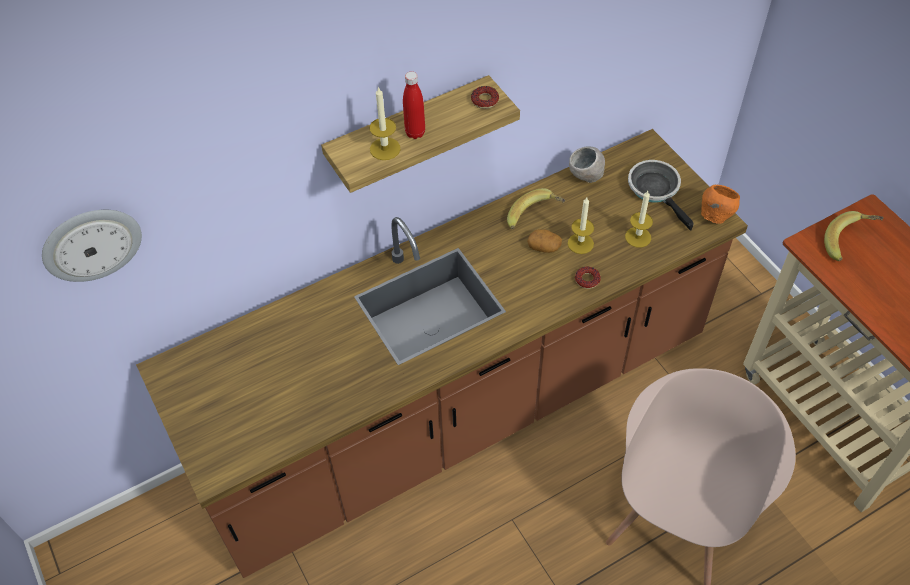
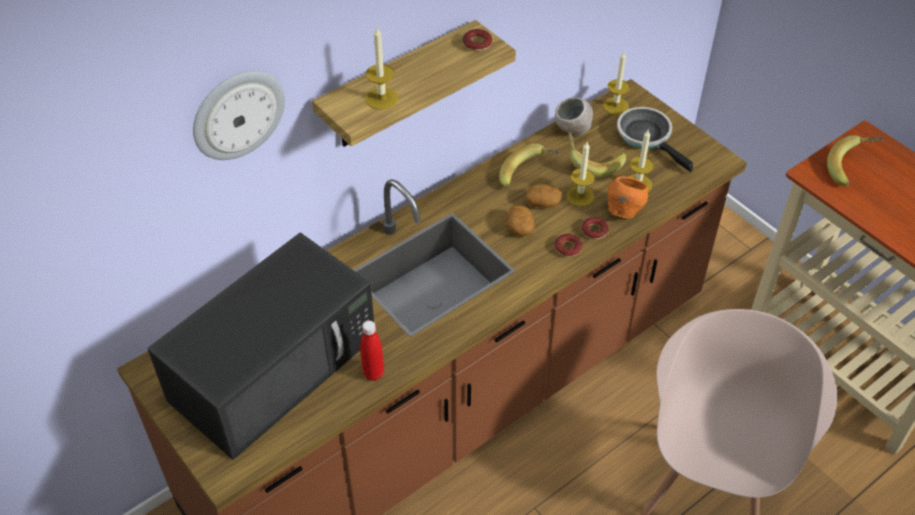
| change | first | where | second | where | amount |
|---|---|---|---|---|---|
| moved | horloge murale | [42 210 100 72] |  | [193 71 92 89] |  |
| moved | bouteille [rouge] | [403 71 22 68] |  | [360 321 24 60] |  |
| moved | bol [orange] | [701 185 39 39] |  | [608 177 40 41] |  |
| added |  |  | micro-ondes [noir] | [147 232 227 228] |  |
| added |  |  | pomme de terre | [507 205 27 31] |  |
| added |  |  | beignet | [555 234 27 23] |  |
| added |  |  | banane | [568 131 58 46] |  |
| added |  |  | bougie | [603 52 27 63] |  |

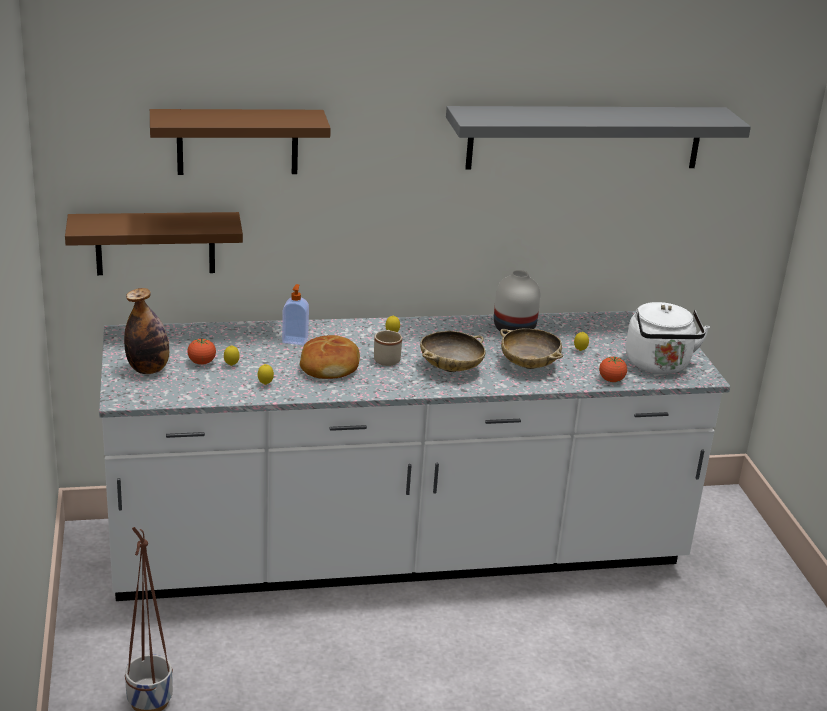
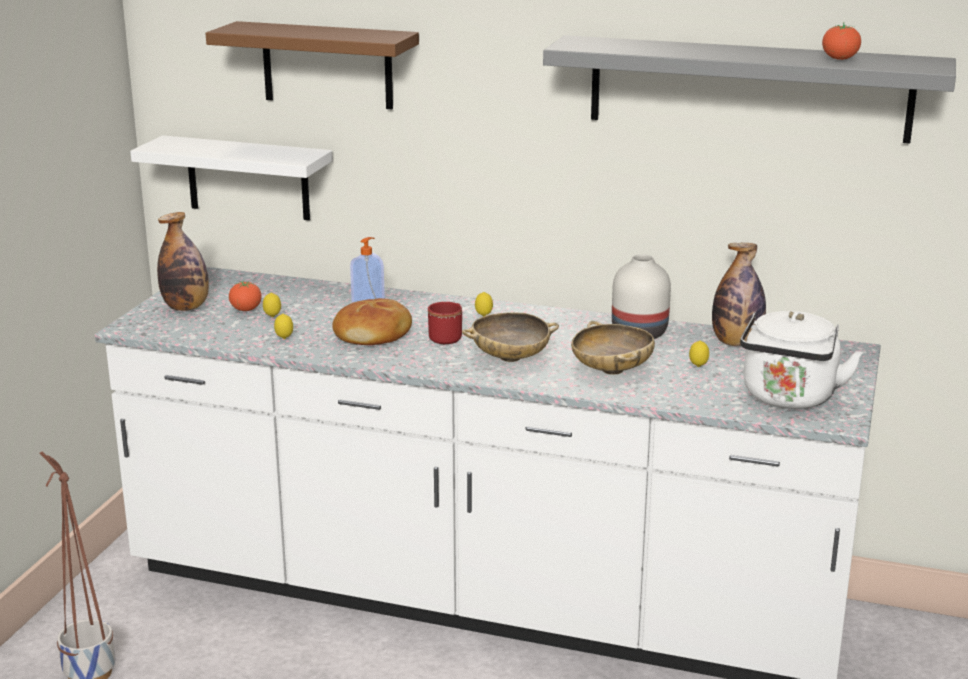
| change | first | where | second | where | amount |
|---|---|---|---|---|---|
| recoloured | étagère [marron] | [65 212 178 63] | étagère [blanc] | [130 135 203 85] |  |
| recoloured | mug [beige] | [374 330 28 36] | mug [rouge] | [428 302 34 42] |  |
| moved | tomate | [599 357 28 25] |  | [822 22 39 38] |  |
| added |  |  | bouteille | [712 243 54 103] |  |

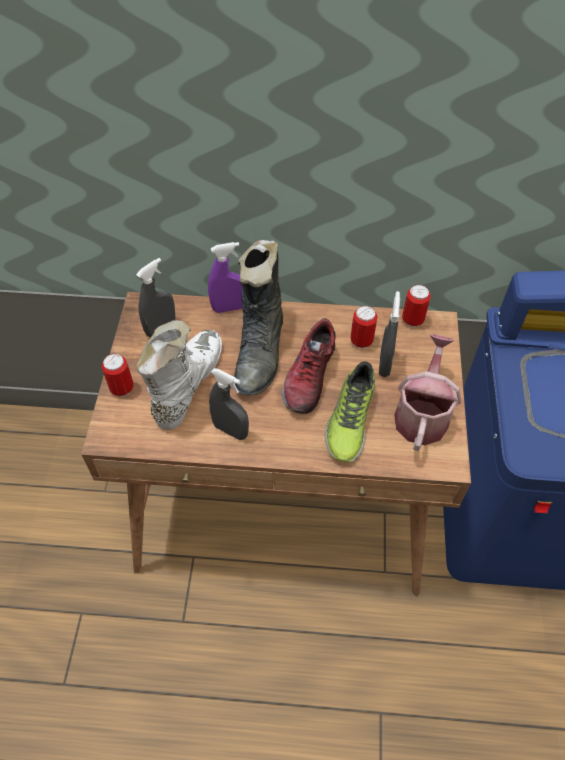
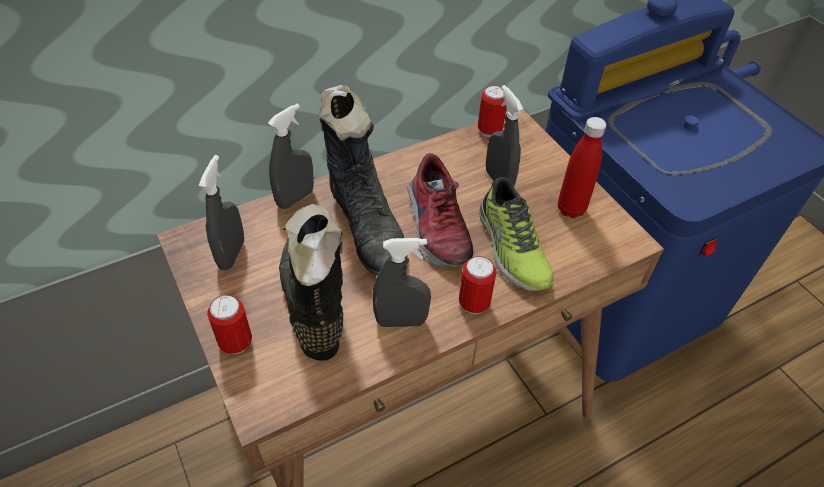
| change | first | where | second | where | amount |
|---|---|---|---|---|---|
| recoloured | botte [blanc] | [136 320 86 110] | botte [noir] | [279 204 64 157] |  |
| recoloured | vaporisateur [violet] | [208 242 35 71] | vaporisateur [gris] | [268 103 46 106] |  |
| moved | boîte métallique | [350 306 27 43] |  | [459 256 37 58] |  |
| replaced | arrosoir | [394 334 68 117] | bouteille [rouge] | [558 117 48 101] |  |

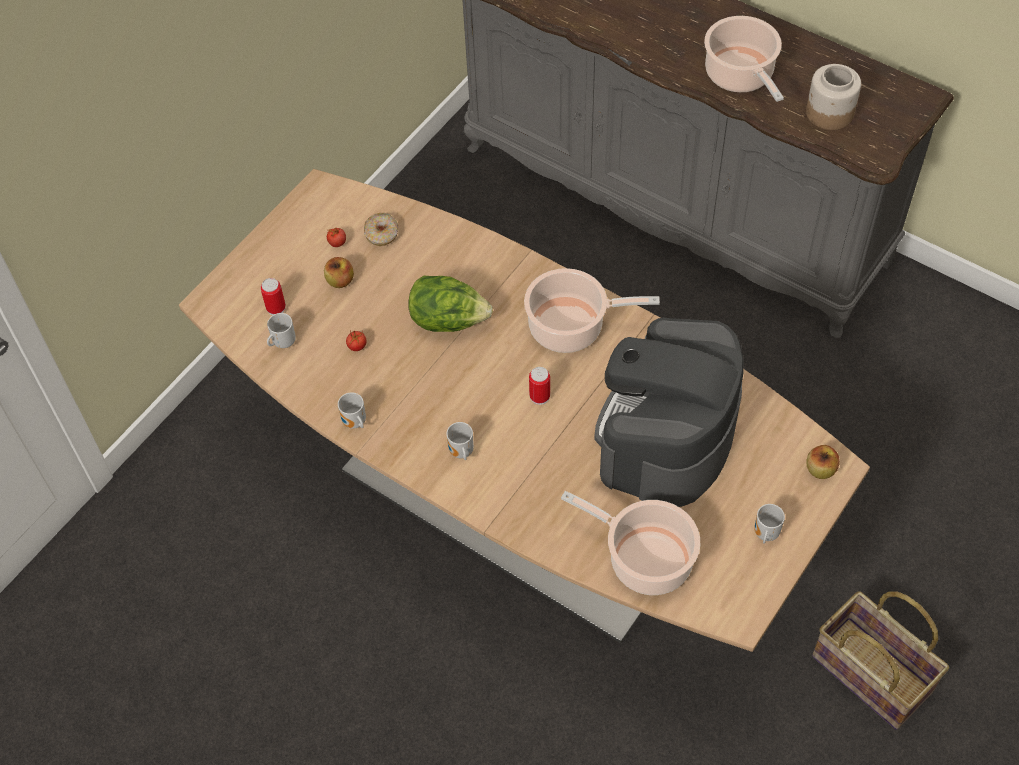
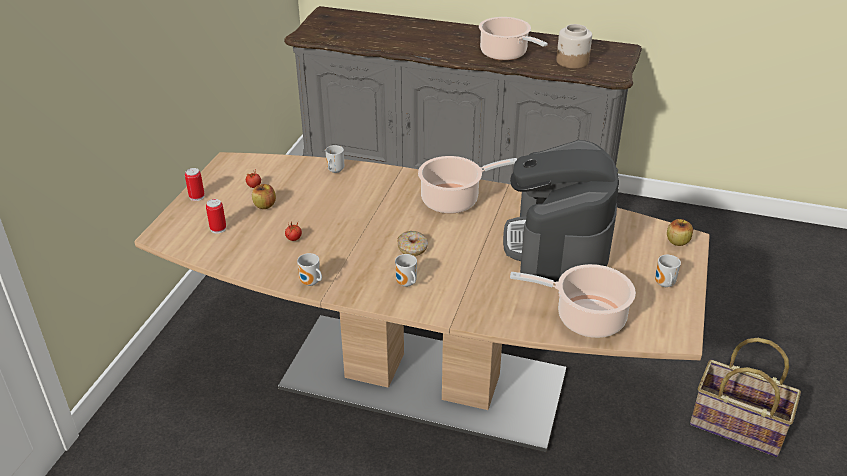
| change | first | where | second | where | amount |
|---|---|---|---|---|---|
| moved | mug | [267 313 29 35] |  | [325 145 19 28] |  |
| moved | beignet | [364 213 34 33] |  | [397 231 31 25] |  |
| removed | laitue | [408 276 85 56] |  |  |  |
| moved | boîte métallique | [529 367 21 38] |  | [185 168 20 33] |  |

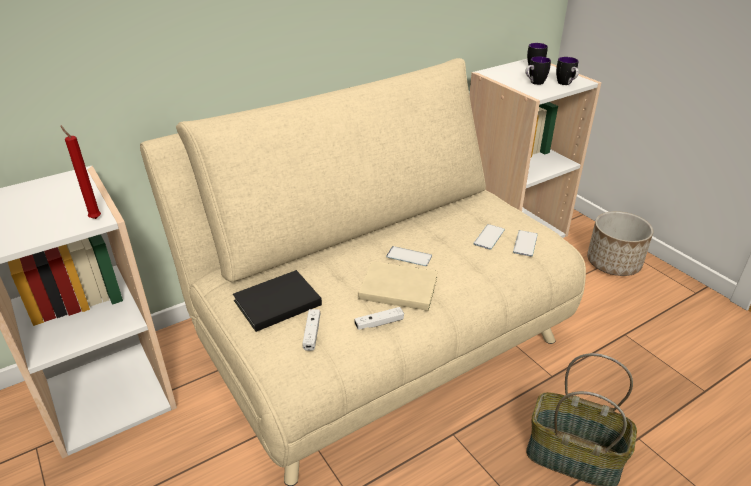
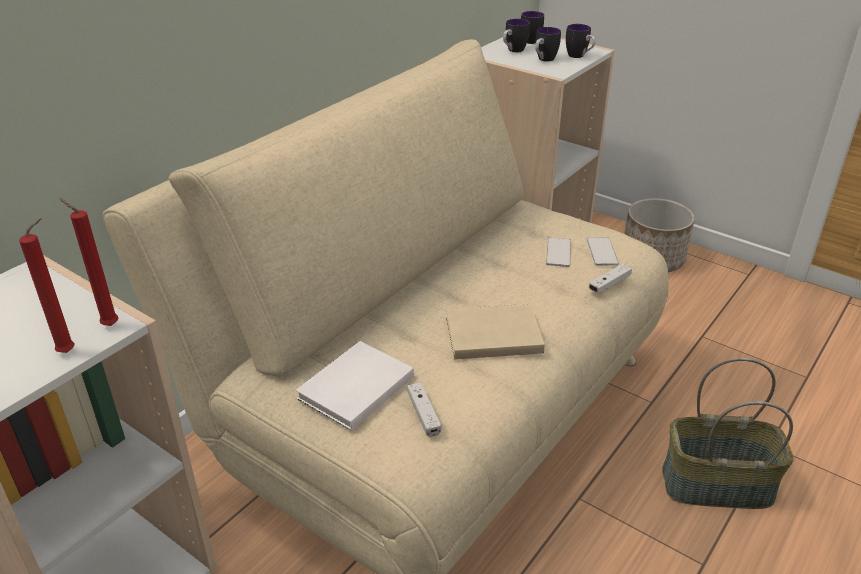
| change | first | where | second | where | amount |
|---|---|---|---|---|---|
| recoloured | livre [noir] | [233 270 89 62] | livre [blanc] | [296 341 118 90] |  |
| moved | manette [blanc] | [355 307 49 23] |  | [589 264 43 29] |  |
| removed | téléphone | [386 246 46 20] |  |  |  |
| added |  |  | bougie [rouge] | [19 218 55 135] |  |
| added |  |  | mug | [503 19 27 33] |  |

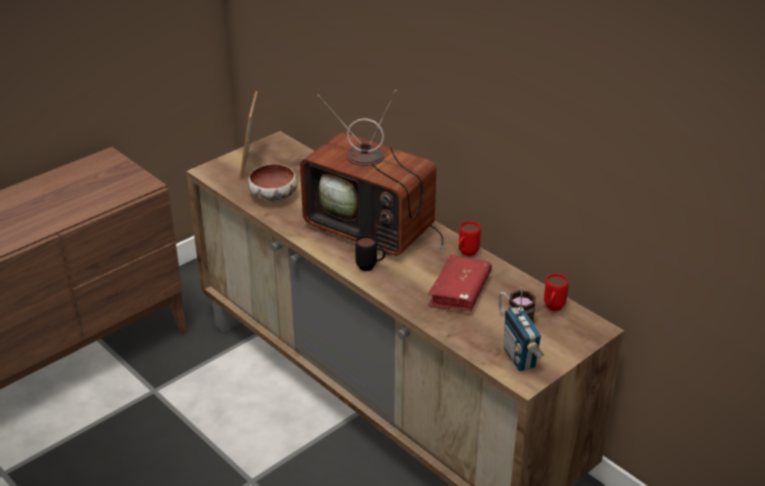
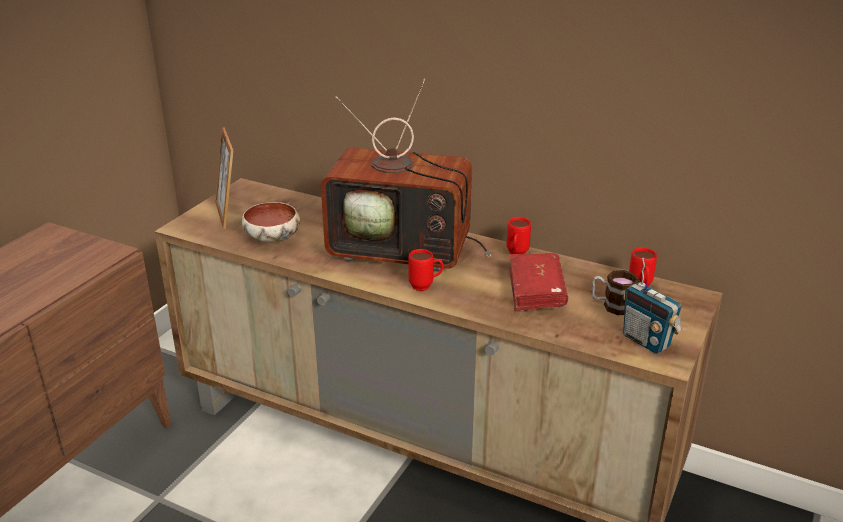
| change | first | where | second | where | amount |
|---|---|---|---|---|---|
| recoloured | mug [noir] | [355 235 30 36] | mug [rouge] | [408 249 36 42] |  |

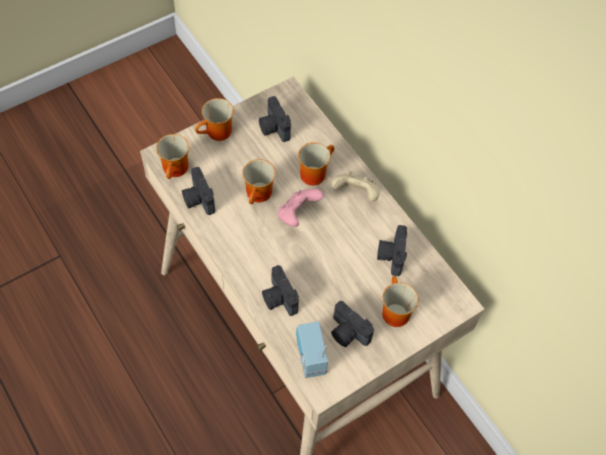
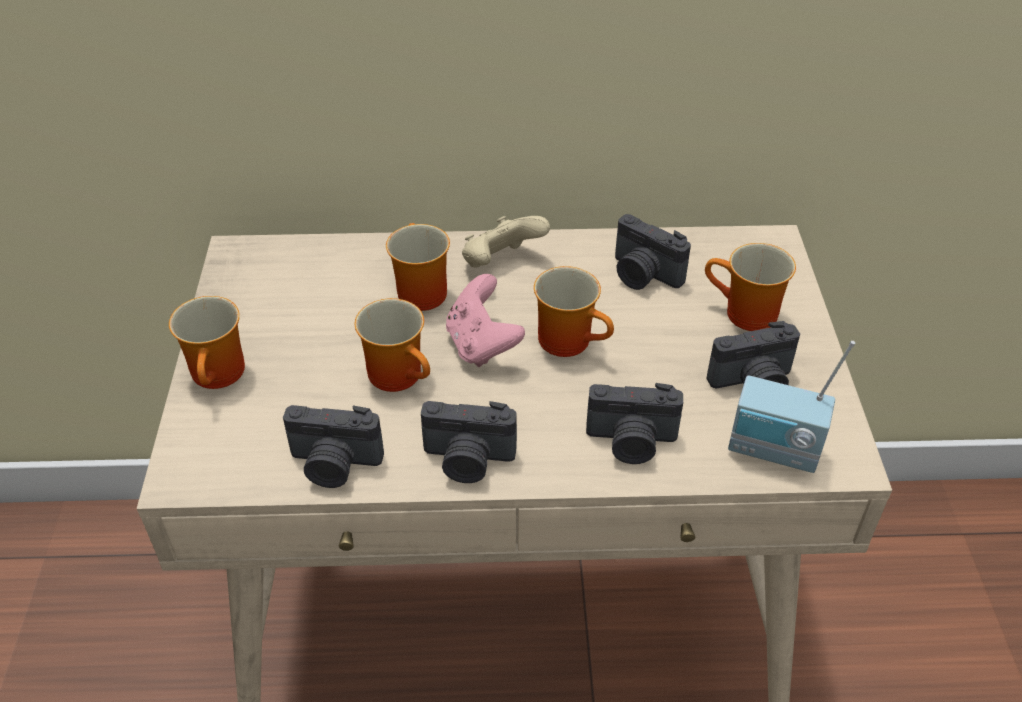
| change | first | where | second | where | amount |
|---|---|---|---|---|---|
| moved | mug | [156 134 33 45] |  | [534 266 80 91] |  |
| moved | appareil photo | [259 96 32 46] |  | [421 401 96 82] |  |

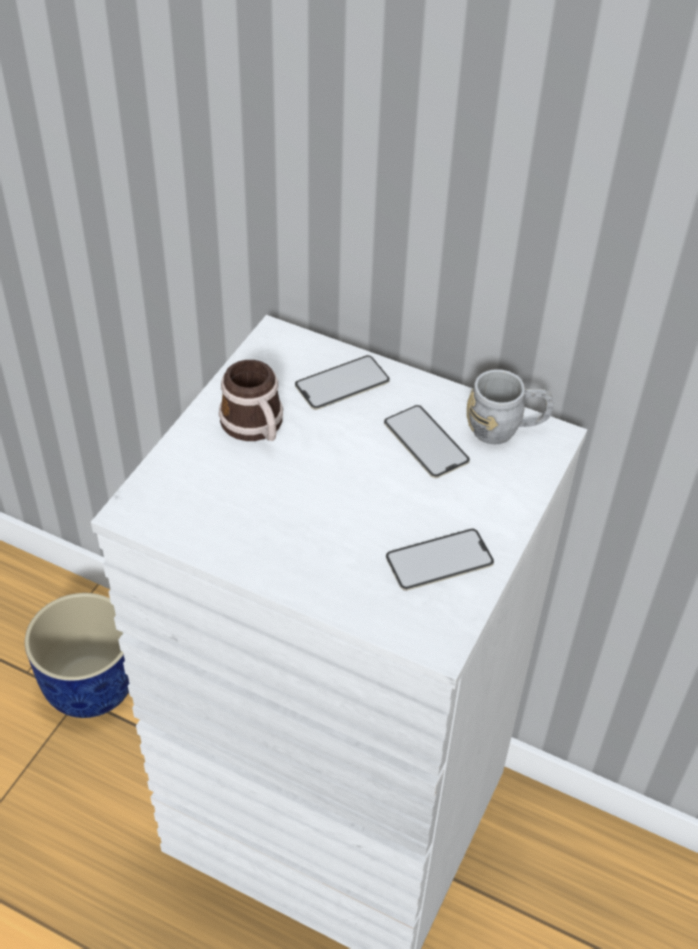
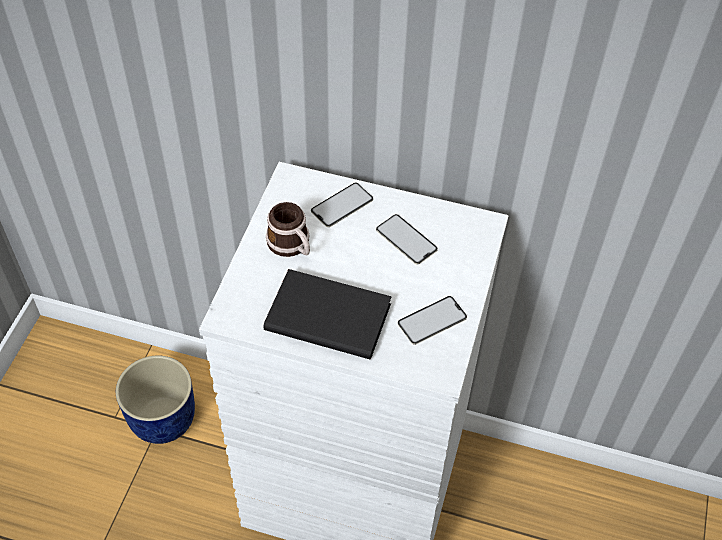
| change | first | where | second | where | amount |
|---|---|---|---|---|---|
| removed | mug [gris] | [467 369 87 75] |  |  |  |
| added |  |  | livre [noir] | [264 269 128 91] |  |

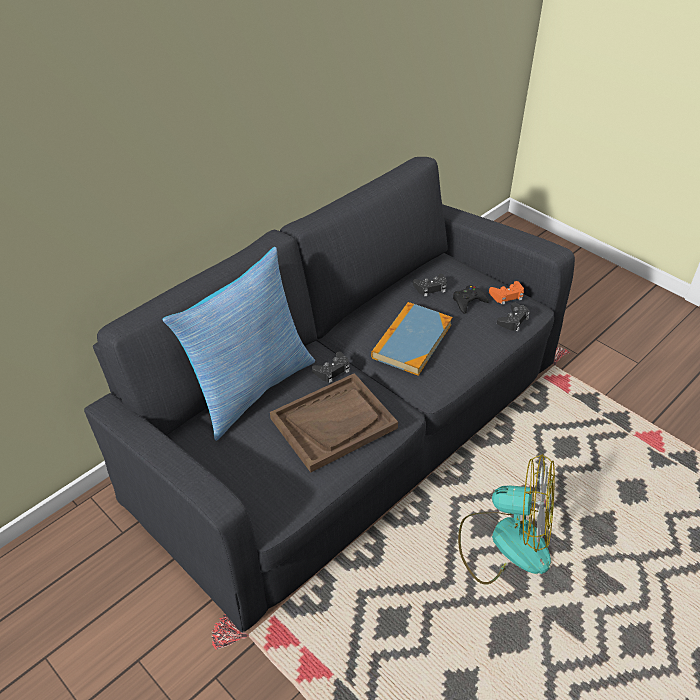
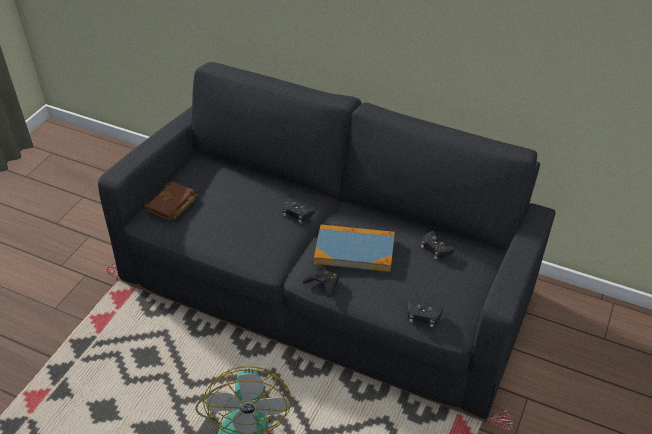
| change | first | where | second | where | amount |
|---|---|---|---|---|---|
| removed | coussin | [162 247 153 194] |  |  |  |
| removed | plateau [marron] | [270 373 128 100] |  |  |  |
| moved | manette [noir] | [453 285 36 29] |  | [303 265 36 32] |  |
| removed | manette [orange] | [489 281 35 24] |  |  |  |
| added |  |  | livre [marron] | [144 181 54 40] |  |

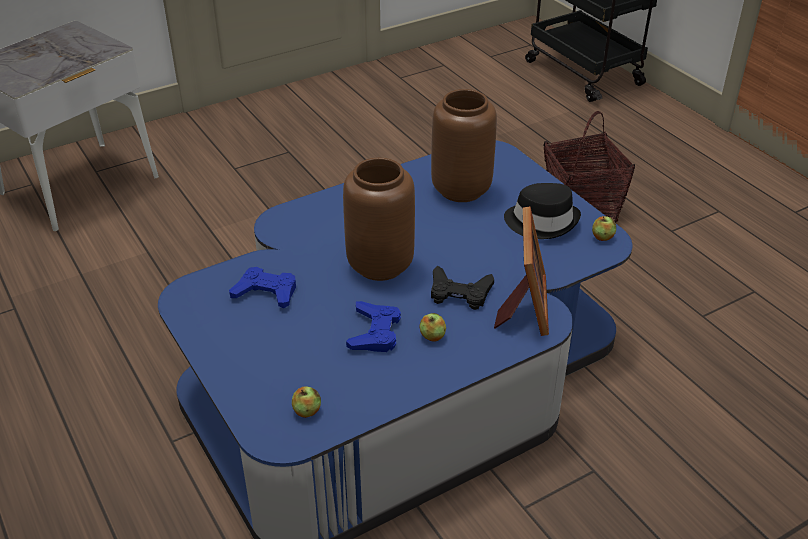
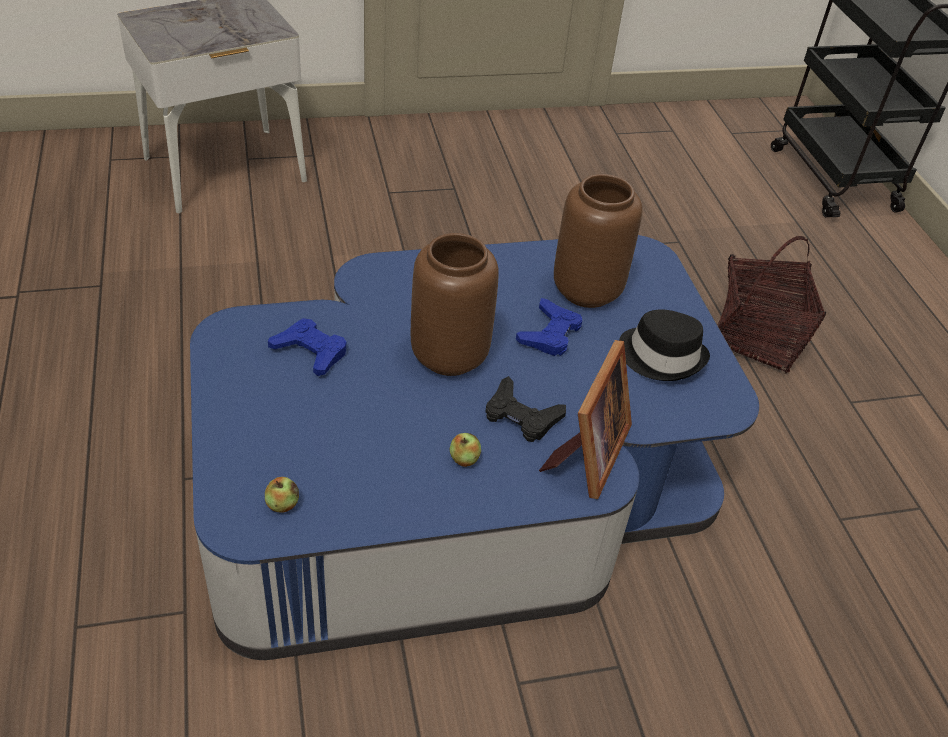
| change | first | where | second | where | amount |
|---|---|---|---|---|---|
| moved | manette [bleu] | [346 301 55 51] |  | [516 298 66 58] |  |
| removed | pomme | [592 216 24 25] |  |  |  |

